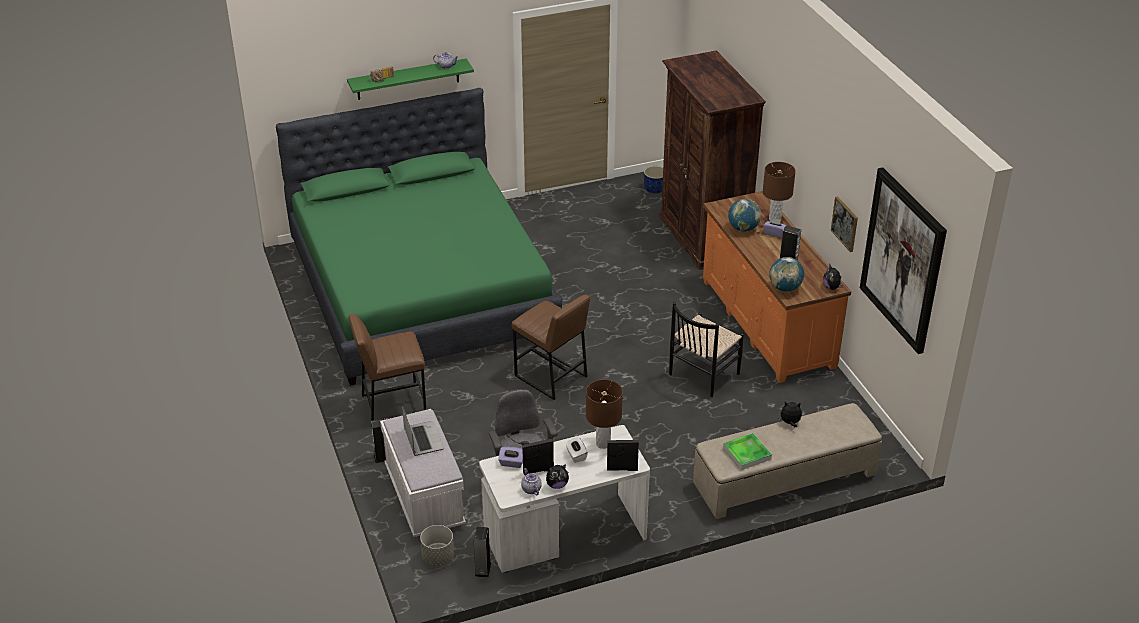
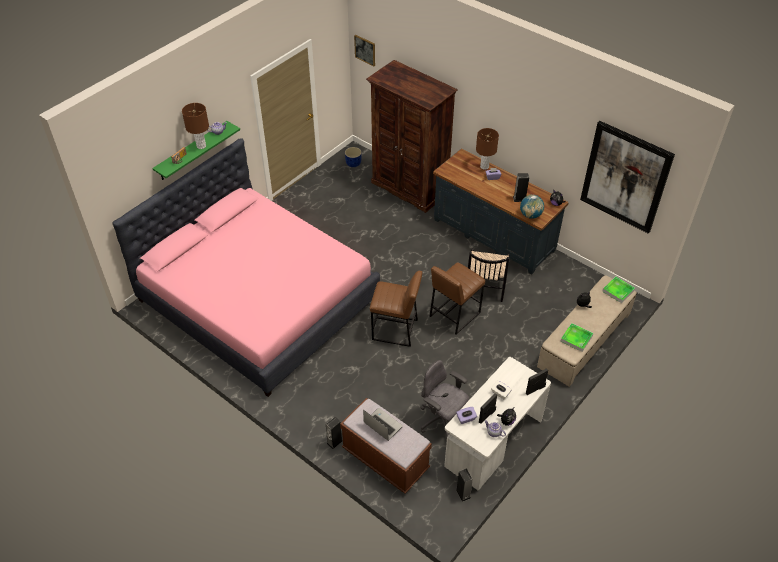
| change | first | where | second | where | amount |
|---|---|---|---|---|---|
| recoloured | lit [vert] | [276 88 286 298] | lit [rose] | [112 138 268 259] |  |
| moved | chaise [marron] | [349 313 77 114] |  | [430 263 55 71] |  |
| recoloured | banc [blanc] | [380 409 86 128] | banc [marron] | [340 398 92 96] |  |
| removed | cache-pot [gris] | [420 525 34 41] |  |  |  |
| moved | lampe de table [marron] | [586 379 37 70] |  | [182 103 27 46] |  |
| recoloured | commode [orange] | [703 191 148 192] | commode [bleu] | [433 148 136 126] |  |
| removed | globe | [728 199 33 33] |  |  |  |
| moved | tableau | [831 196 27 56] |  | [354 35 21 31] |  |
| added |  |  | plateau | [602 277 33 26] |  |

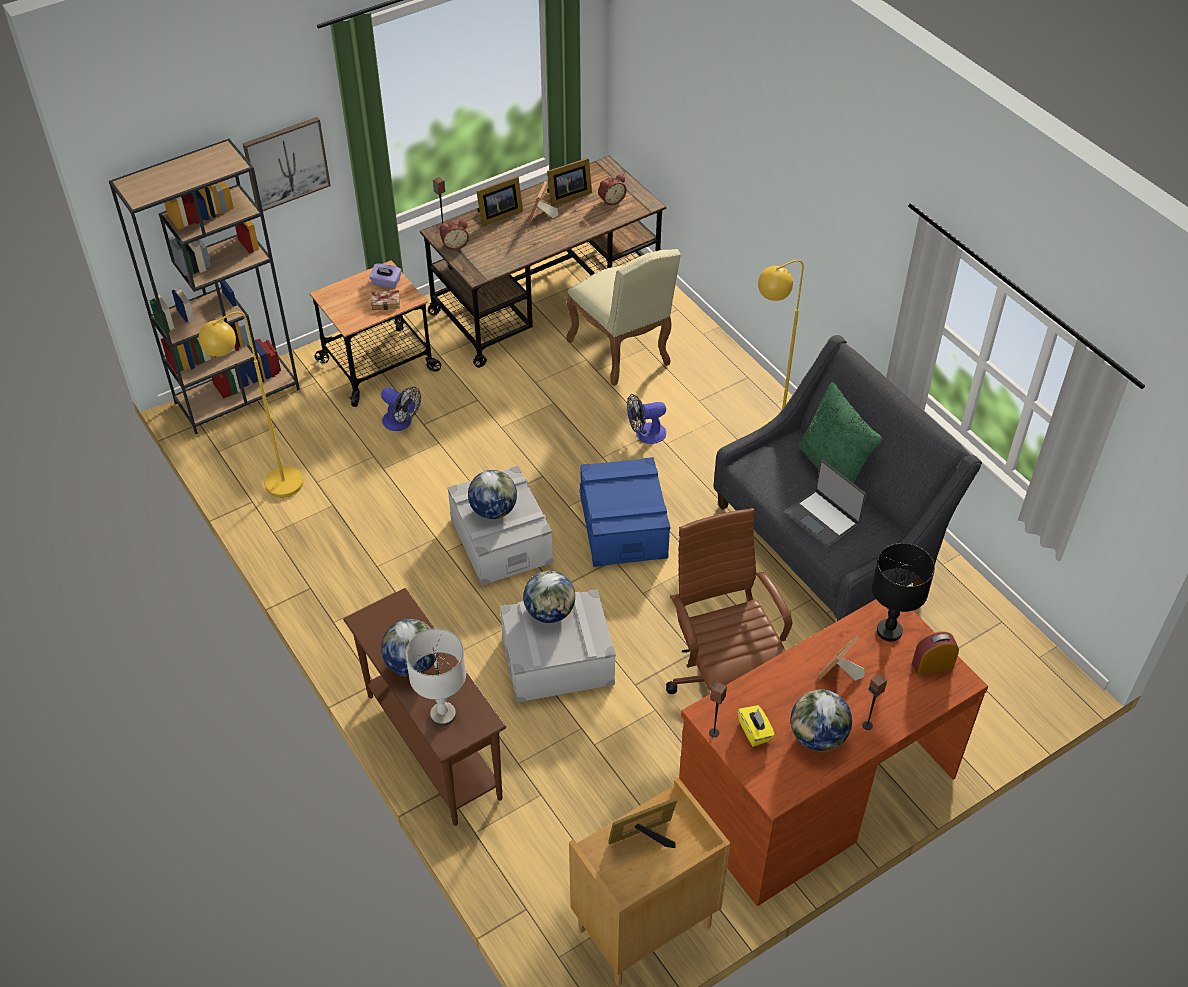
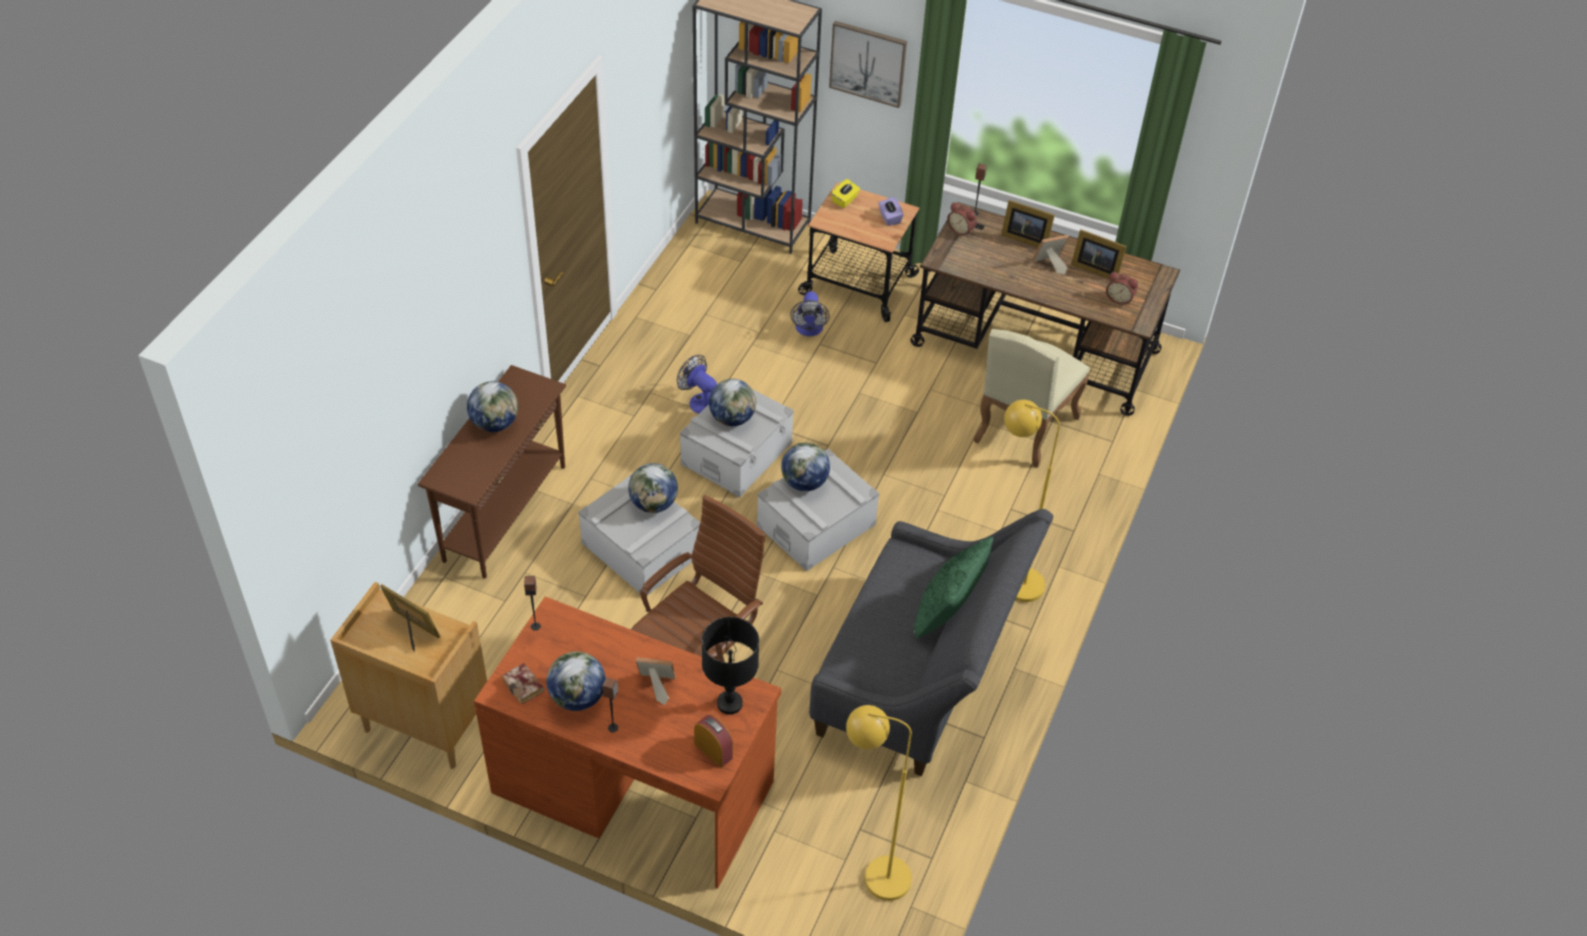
| change | first | where | second | where | amount |
|---|---|---|---|---|---|
| moved | lampadaire [jaune] | [199 311 105 187] |  | [846 705 66 196] |  |
| moved | livre | [371 290 29 20] |  | [502 663 42 41] |  |
| removed | lampe de table [gris] | [406 628 60 98] |  |  |  |
| recoloured | boîte de rangement [bleu] | [579 457 91 110] | boîte de rangement [gris] | [757 449 122 122] |  |
| moved | ventilateur | [627 394 39 50] |  | [677 355 40 59] |  |
| moved | boîte à mouchoirs [jaune] | [738 705 37 42] |  | [831 179 29 29] |  |
| removed | ordinateur portable | [785 459 82 89] |  |  |  |
| added |  |  | globe | [781 442 49 49] |  |

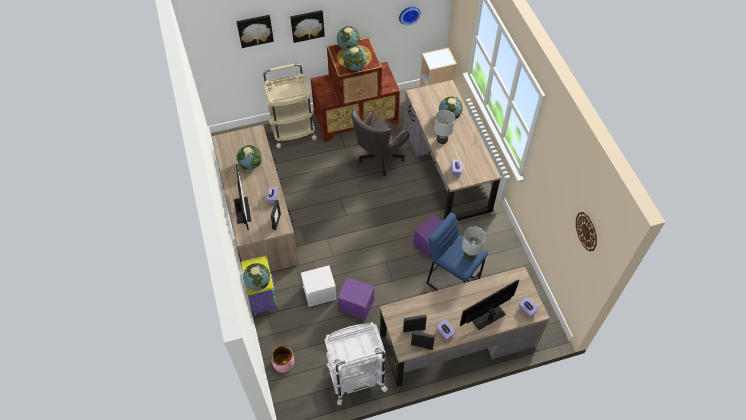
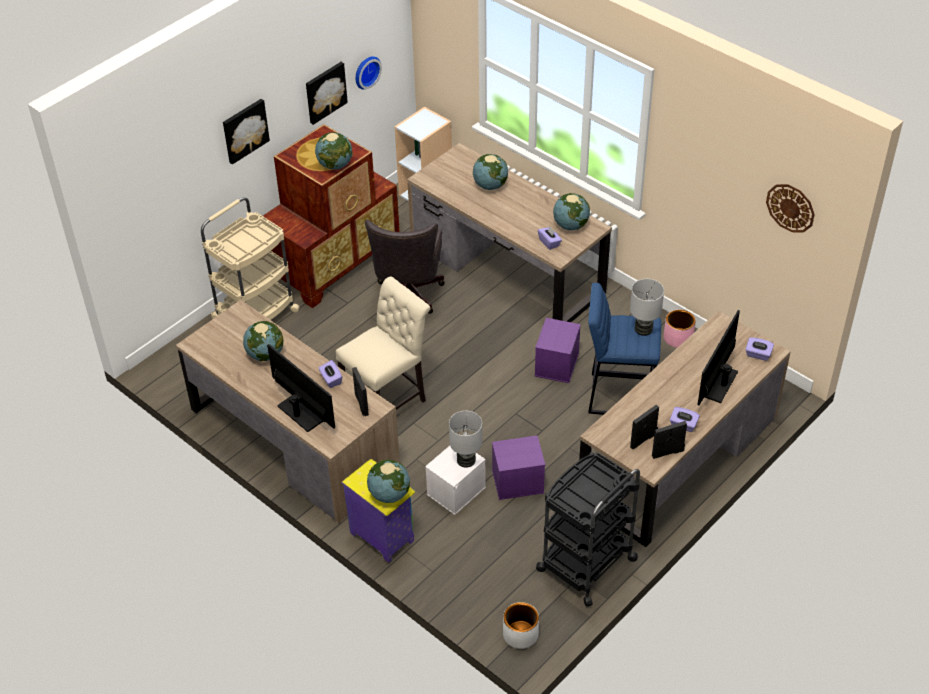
| change | first | where | second | where | amount |
|---|---|---|---|---|---|
| moved | tableau | [236 15 38 33] |  | [306 62 42 63] |  |
| moved | cache-pot [rose] | [271 345 23 28] |  | [664 309 32 39] |  |
| recoloured | chariot [blanc] | [325 322 63 83] | chariot [noir] | [536 452 104 155] |  |
| moved | globe | [337 26 23 24] |  | [553 193 37 37] |  |
| moved | lampe de table [gris] | [434 110 21 34] |  | [449 411 33 57] |  |
| added |  |  | chaise [beige] | [336 277 94 133] |  |
| added |  |  | cache-pot [blanc] | [503 602 36 47] |  |

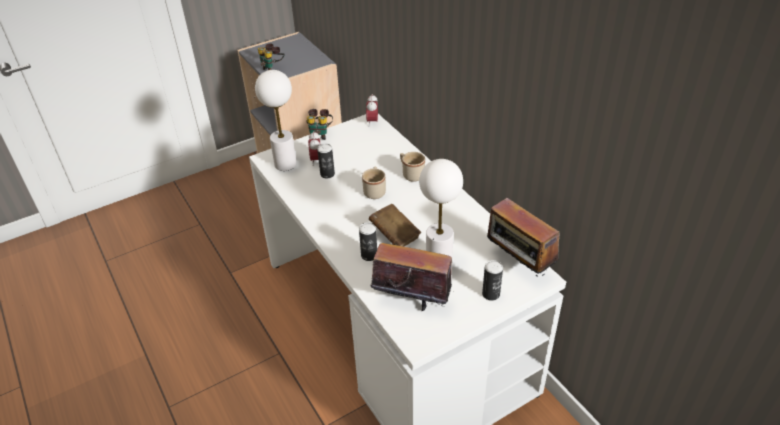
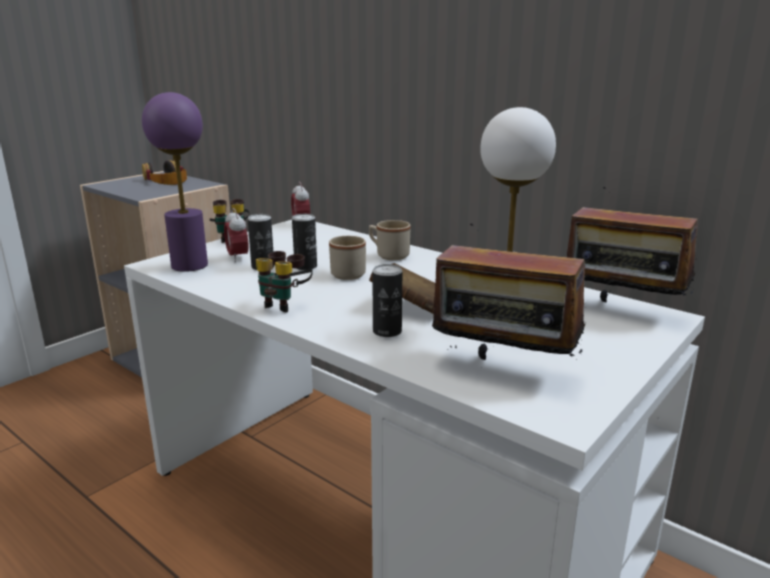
| change | first | where | second | where | amount |
|---|---|---|---|---|---|
| recoloured | lampe de table [blanc] | [255 70 42 101] | lampe de table [violet] | [142 92 66 180] |  |
| moved | jumelles | [258 43 26 27] |  | [256 251 56 61] |  |
| turned | radio | [370 238 84 73] |  | [432 219 154 141] | 150 degrees counterclockwise |
| moved | boîte métallique | [482 260 21 41] |  | [292 214 25 56] |  |
| added |  |  | casque audio | [142 160 45 25] |  |

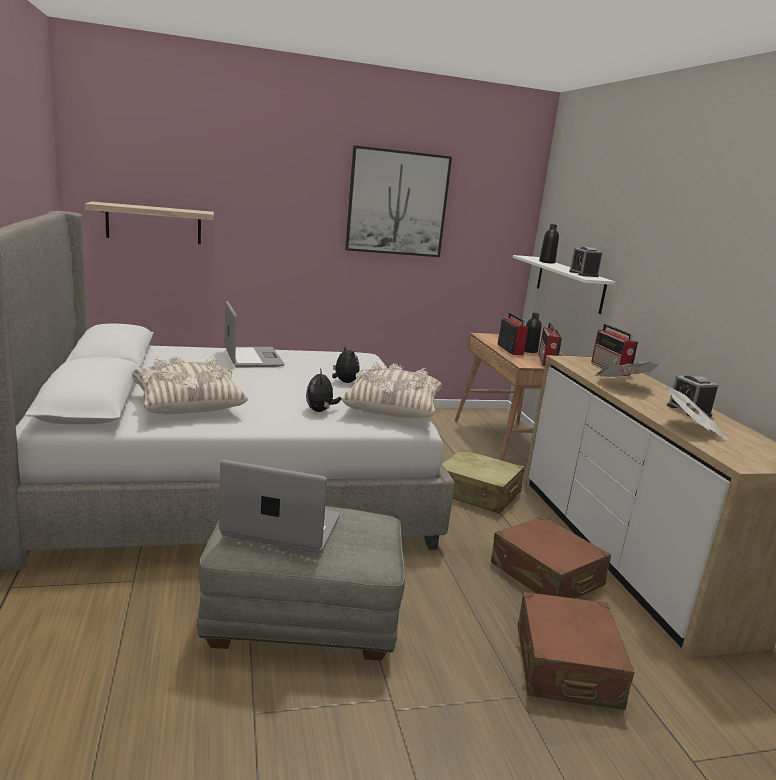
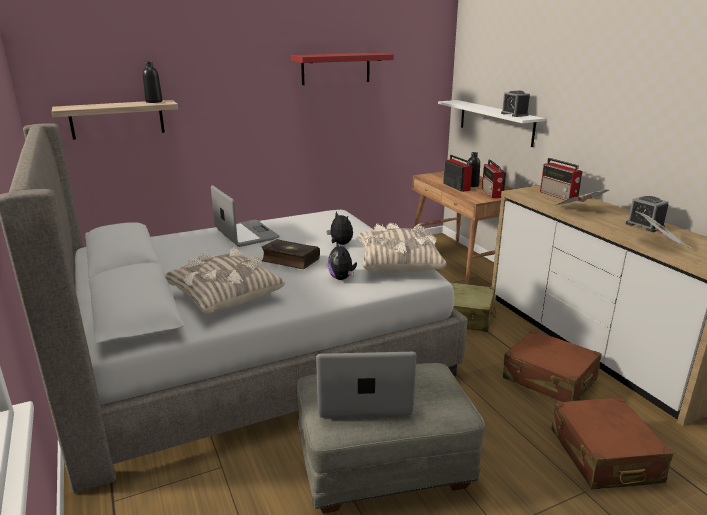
| change | first | where | second | where | amount |
|---|---|---|---|---|---|
| replaced | tableau | [345 145 107 112] | étagère [rouge] | [291 53 103 32] |  |
| moved | bouteille [noir] | [539 224 20 40] |  | [143 62 20 41] |  |
| added |  |  | livre | [262 239 58 30] |  |

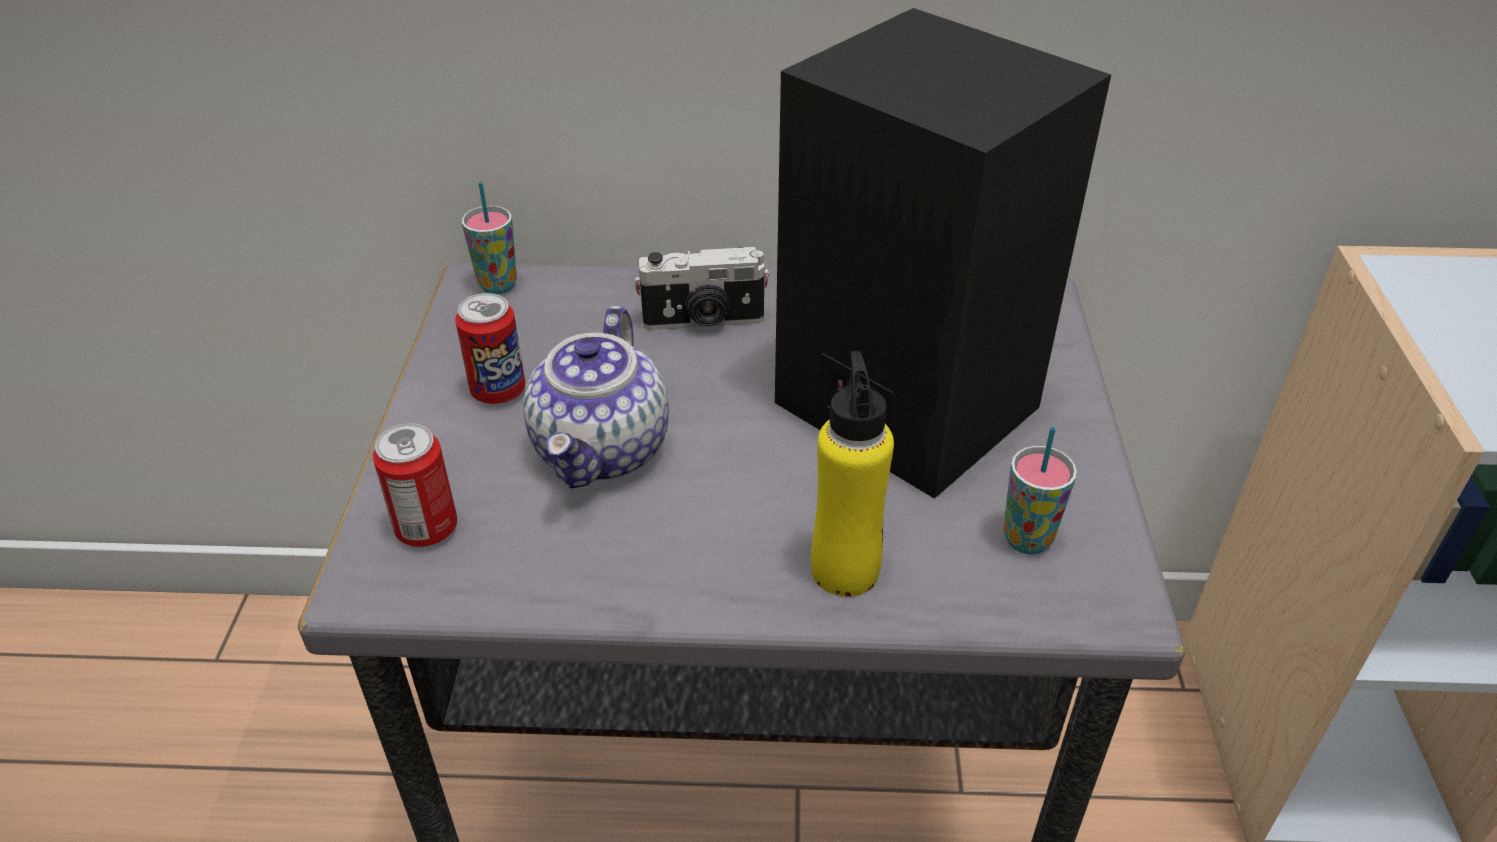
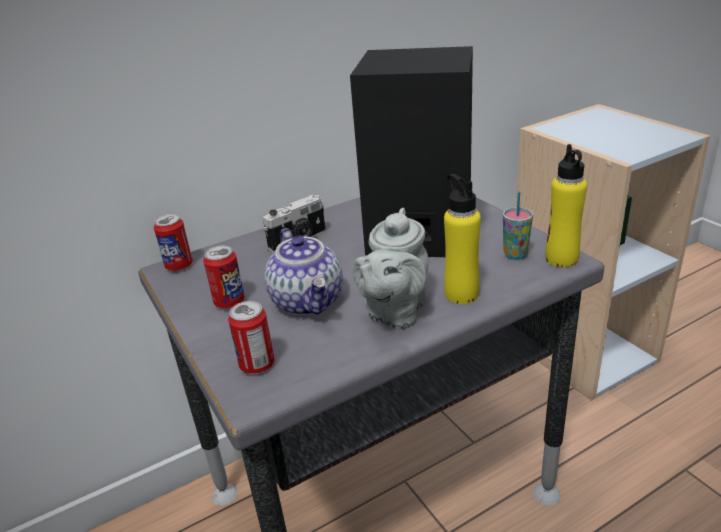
| change | first | where | second | where | amount |
|---|---|---|---|---|---|
| replaced | tasse | [462 182 55 112] | boîte métallique | [154 214 39 57] |  |
| added |  |  | théière [gris] | [353 208 76 121] |  |
| added |  |  | bouteille [jaune] | [545 144 42 123] |  |

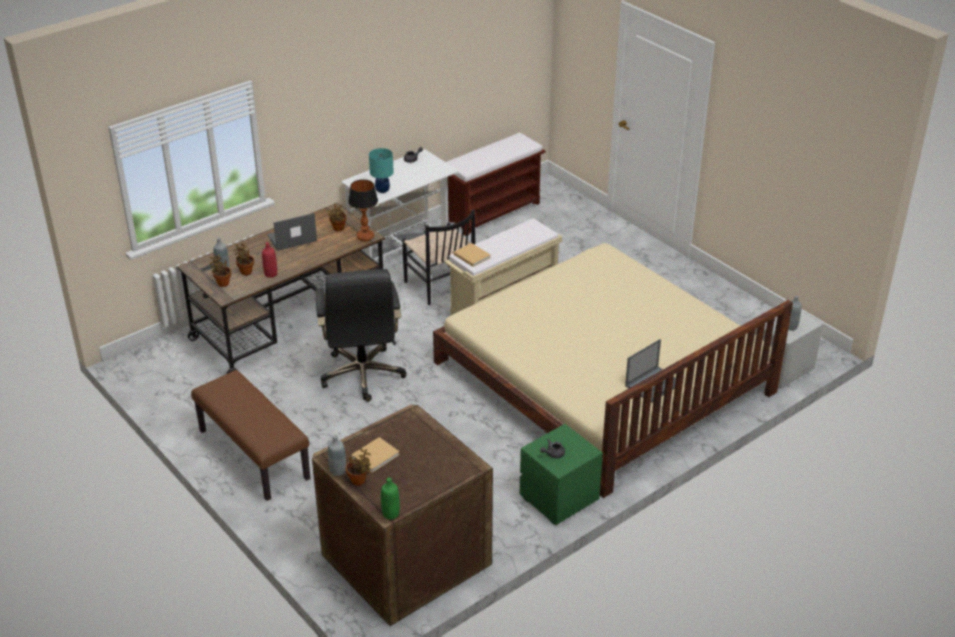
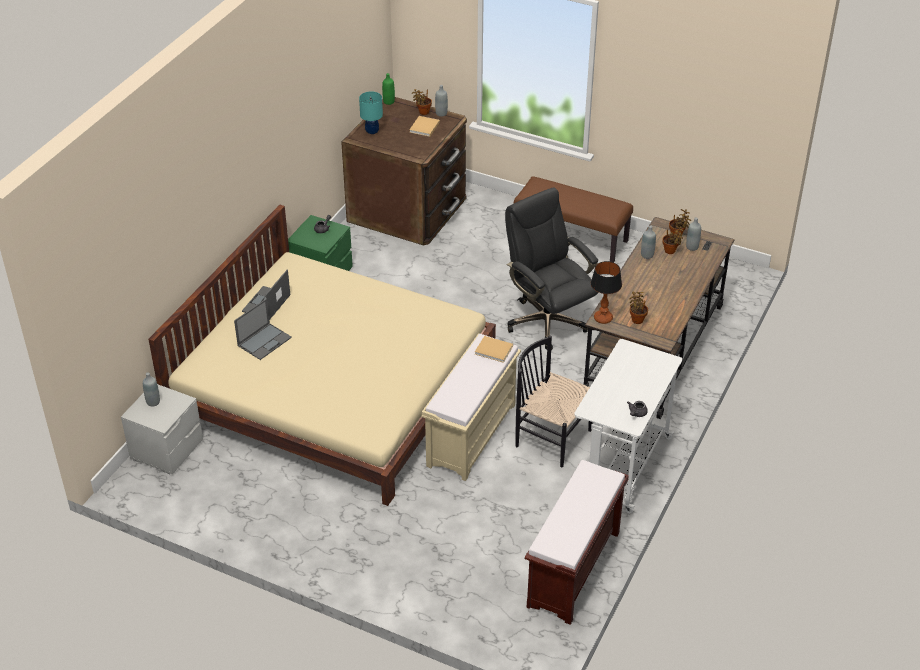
| change | first | where | second | where | amount |
|---|---|---|---|---|---|
| recoloured | bouteille [rouge] | [262 242 15 36] | bouteille [gris] | [641 225 15 34] |  |
| moved | ordinateur portable | [267 213 50 38] |  | [234 299 58 61] |  |
| moved | lampe de table [turquoise] | [369 148 25 45] |  | [359 92 24 42] |  |

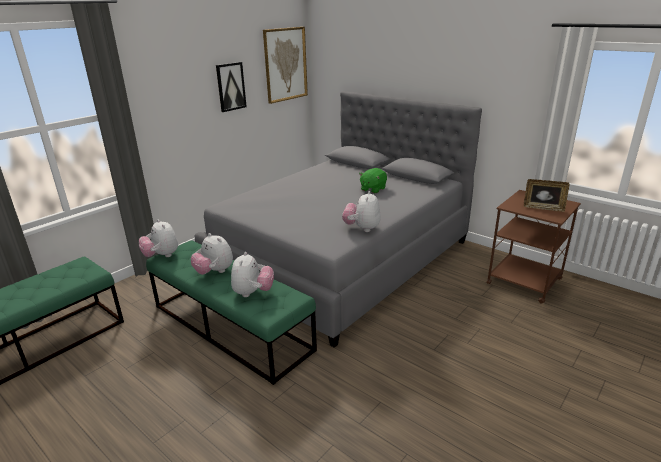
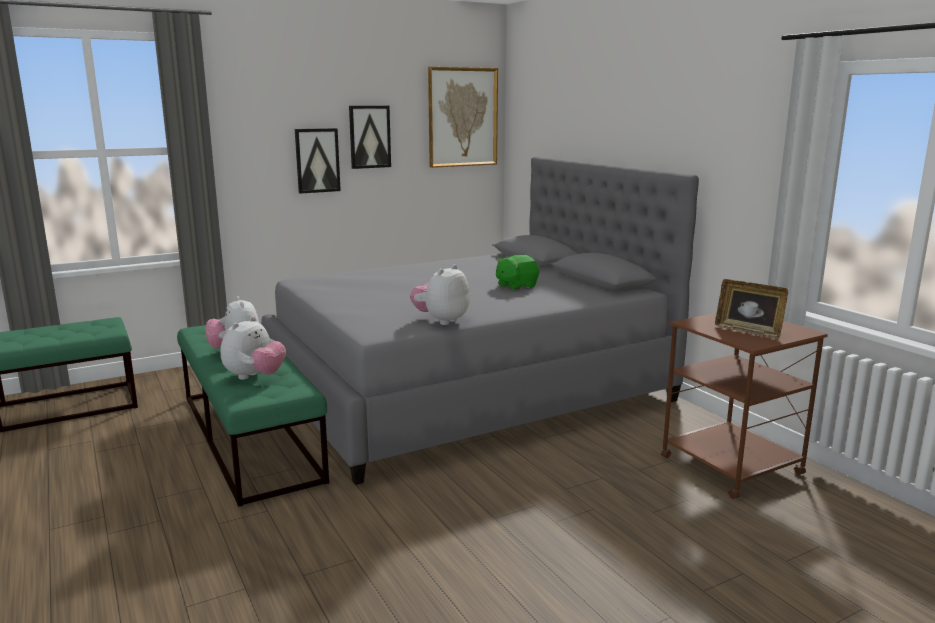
| change | first | where | second | where | amount |
|---|---|---|---|---|---|
| removed | peluche | [139 219 39 38] |  |  |  |
| added |  |  | tableau | [295 128 46 66] |  |

